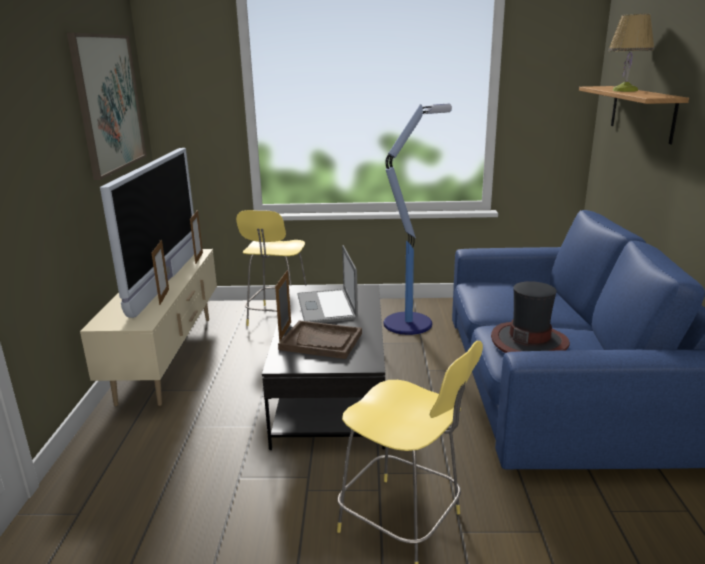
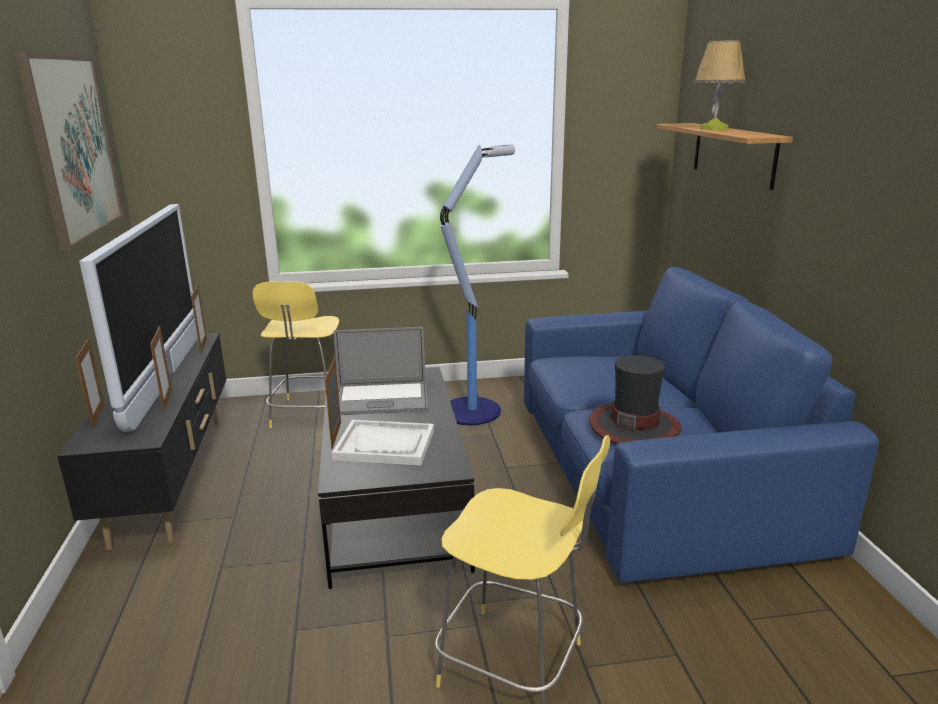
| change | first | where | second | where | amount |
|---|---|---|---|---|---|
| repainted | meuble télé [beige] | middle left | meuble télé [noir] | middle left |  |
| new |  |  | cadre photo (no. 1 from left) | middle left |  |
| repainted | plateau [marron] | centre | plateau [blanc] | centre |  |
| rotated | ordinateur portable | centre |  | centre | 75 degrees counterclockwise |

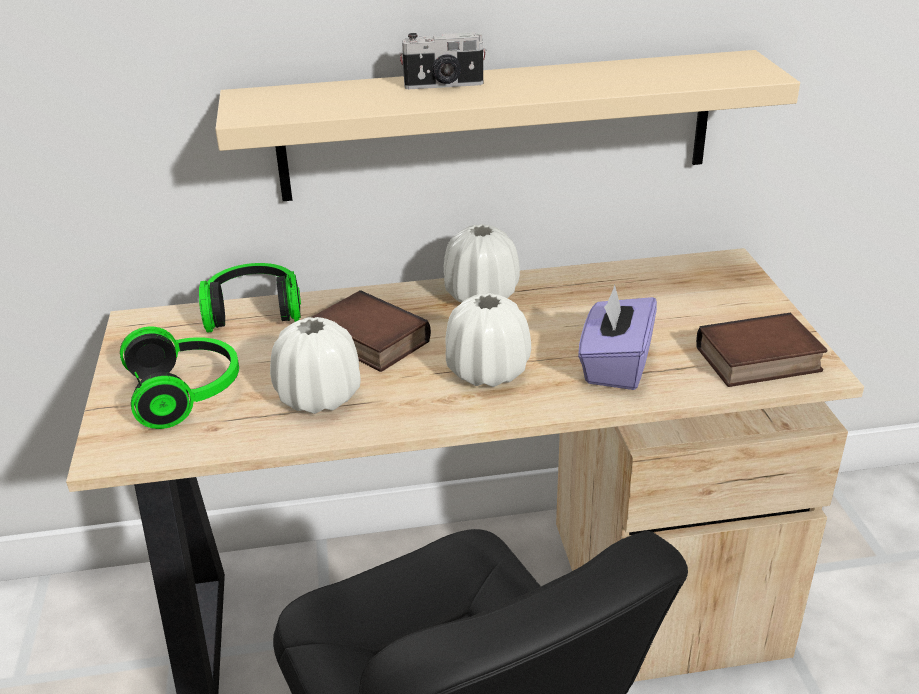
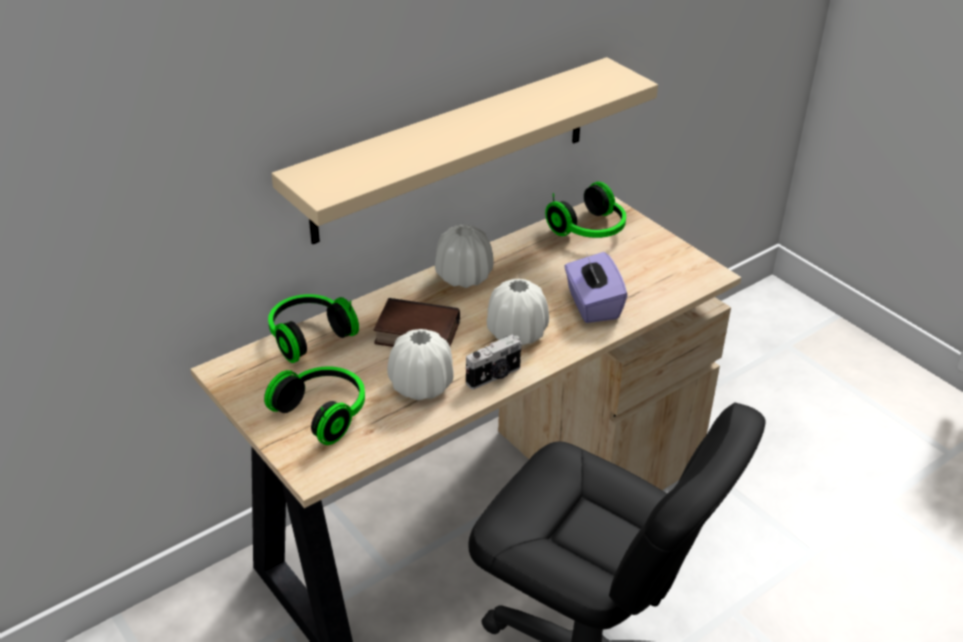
| change | first | where | second | where | amount |
|---|---|---|---|---|---|
| shifted | appareil photo | top centre |  | centre |  |
| new |  |  | casque audio (no. 3 from left) | top centre |  |
| gone | livre (no. 2 from left) | middle right |  |  |  |

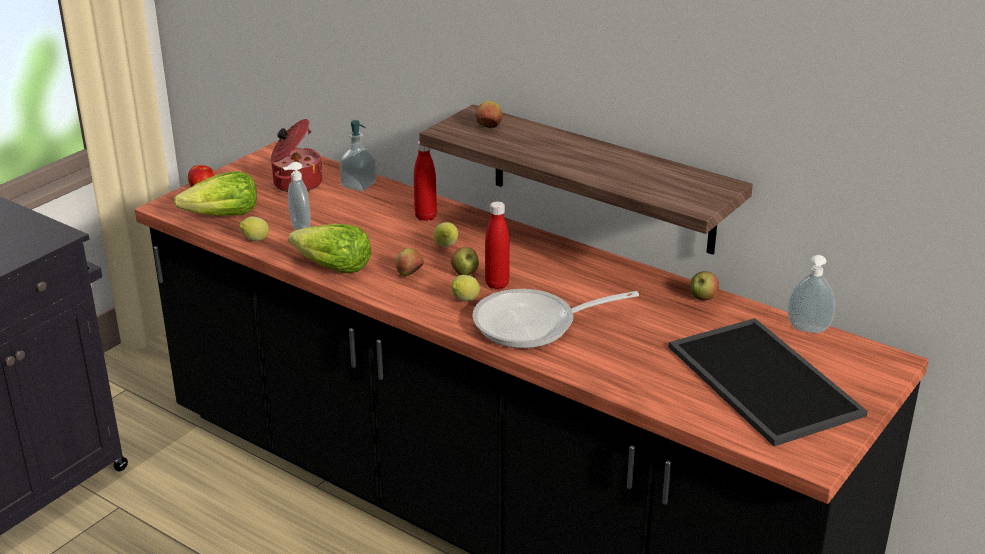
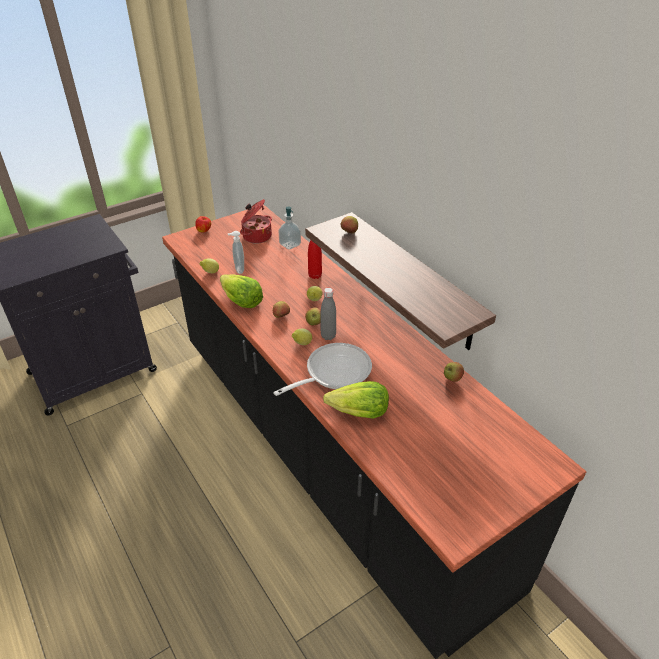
| change | first | where | second | where | amount |
|---|---|---|---|---|---|
| rotated | poêle | centre |  | centre | 135 degrees clockwise |
| repainted | bouteille [rouge] (no. 2 from left) | centre | bouteille [gris] | centre |  |
| shifted | laitue (no. 1 from left in the first image) | middle left | laitue (no. 2 from left) | centre |  |
| gone | plateau | bottom right |  |  |  |
| gone | distributeur de savon (no. 3 from left) | middle right |  |  |  |

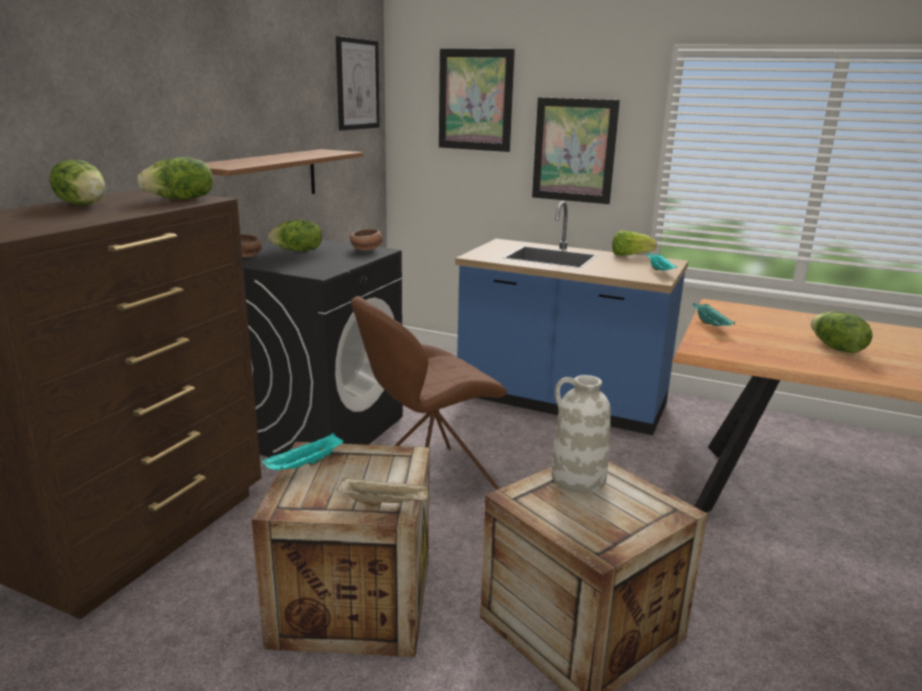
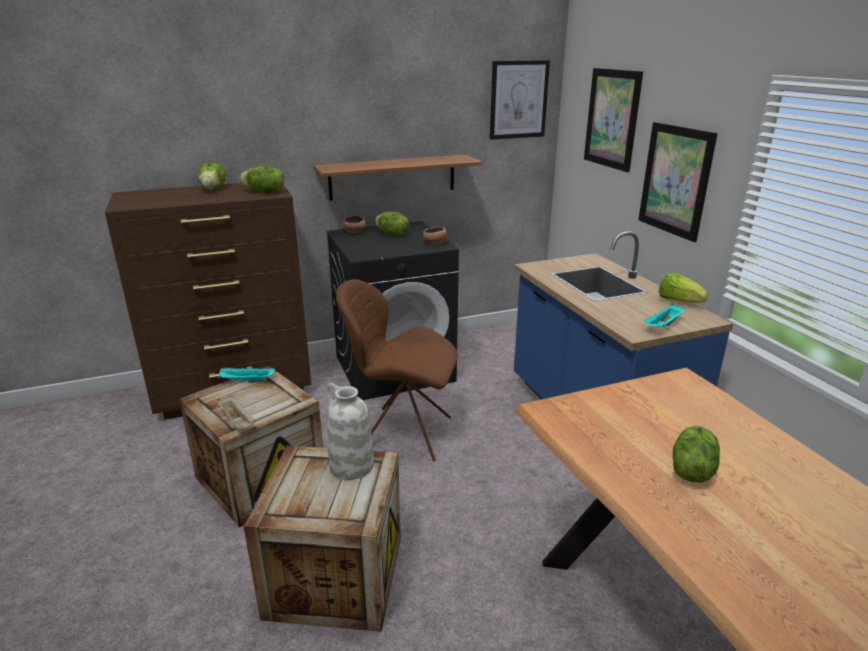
| change | first | where | second | where | amount |
|---|---|---|---|---|---|
| gone | plateau [turquoise] (no. 3 from left) | middle right |  |  |  |

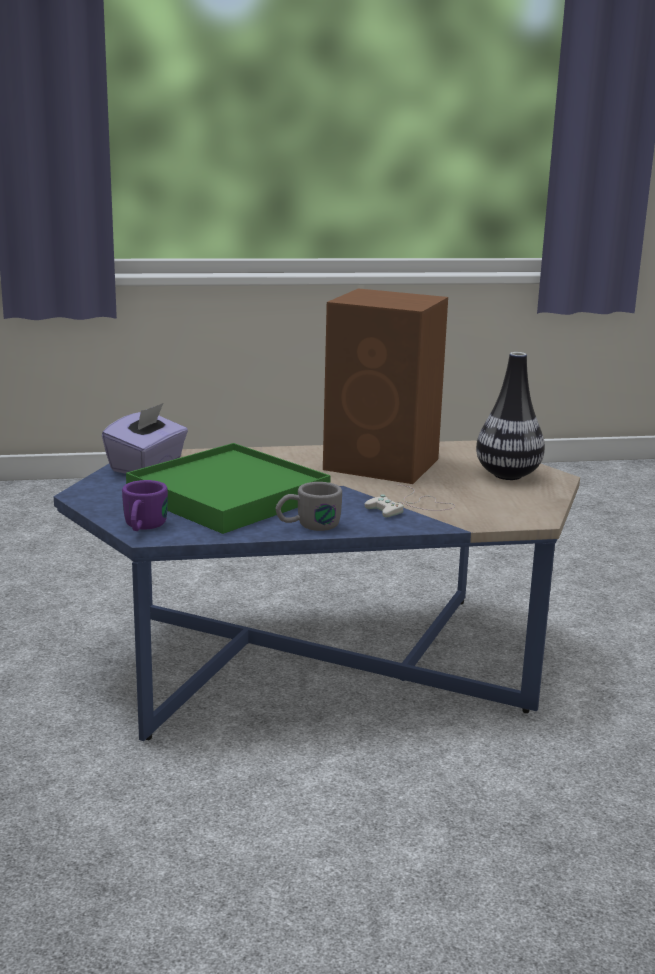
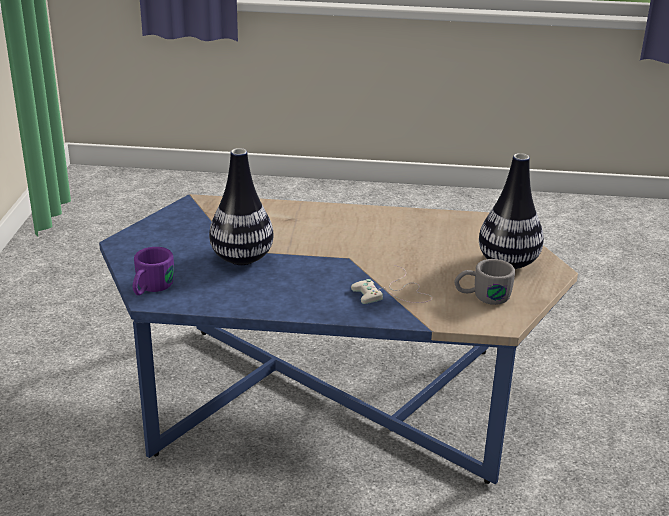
| change | first | where | second | where | amount |
|---|---|---|---|---|---|
| swapped | plateau [vert] | centre | vase (no. 1 from left) | centre |  |
| shifted | mug [gris] | centre |  | middle right |  |
| gone | boîte à mouchoirs [violet] | middle left |  |  |  |
| gone | enceinte [marron] | centre |  |  |  |

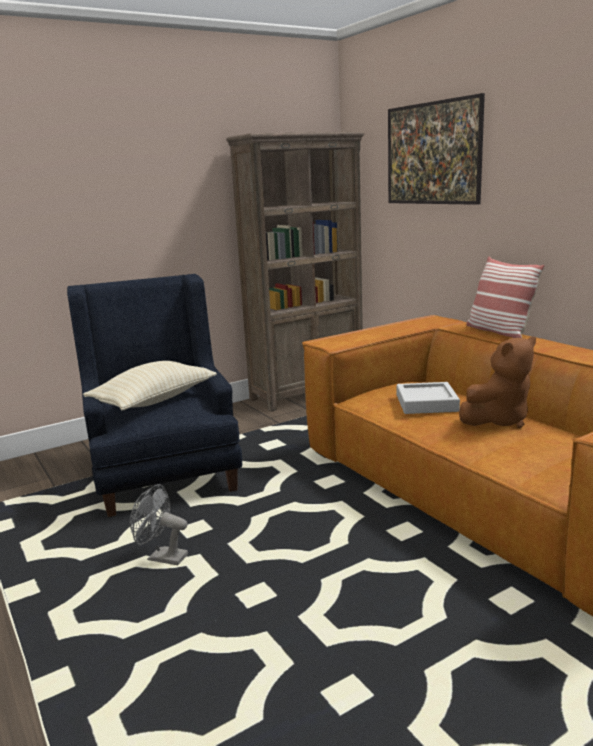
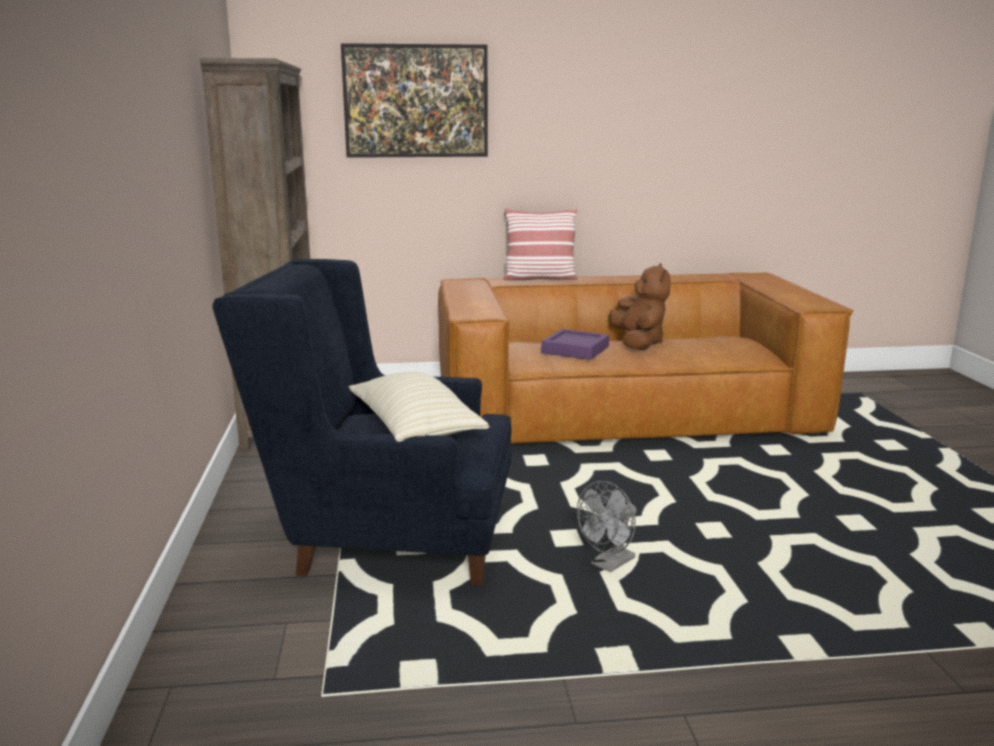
| change | first | where | second | where | amount |
|---|---|---|---|---|---|
| repainted | plateau [gris] | middle right | plateau [violet] | centre |  |

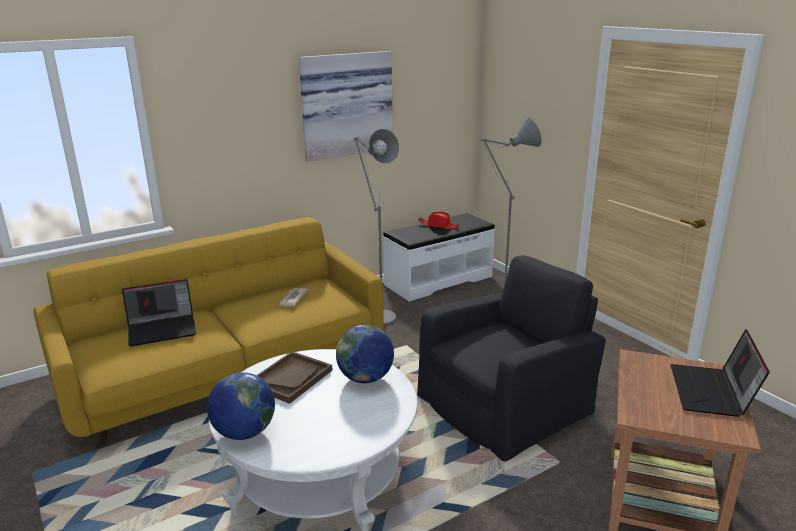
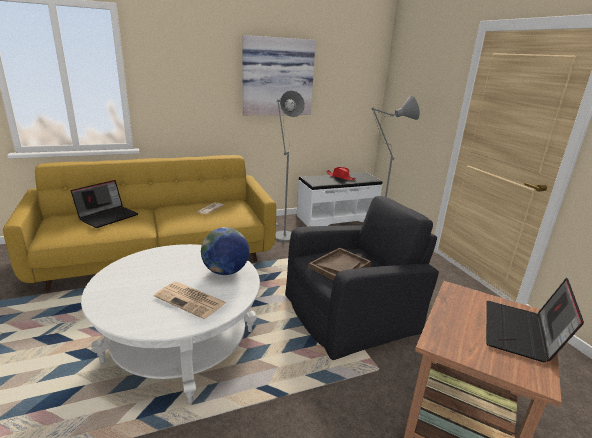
| change | first | where | second | where | amount |
|---|---|---|---|---|---|
| rotated | ordinateur portable (no. 1 from left) | middle left |  | middle left | 45 degrees counterclockwise |
| new |  |  | journal (no. 1 from left) | bottom left |  |
| shifted | plateau [marron] | bottom centre |  | centre |  |
| gone | globe (no. 1 from left) | bottom left |  |  |  |

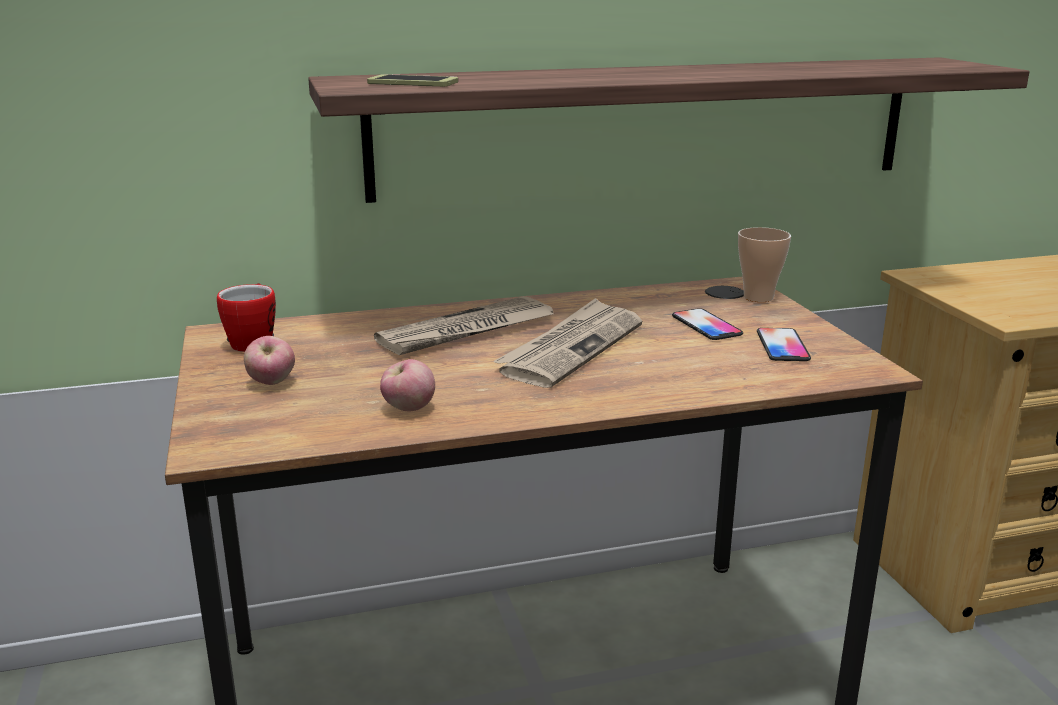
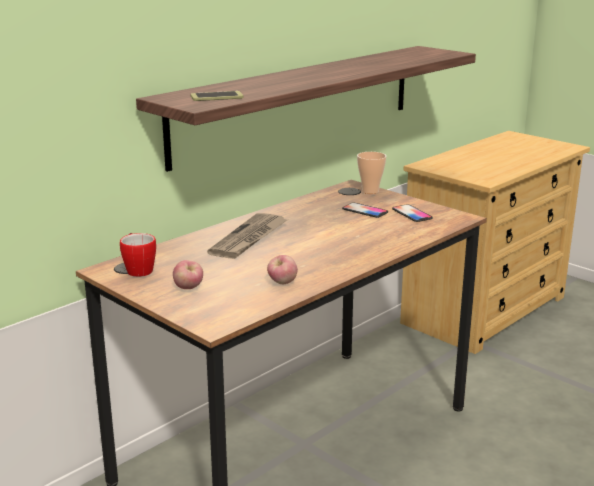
| change | first | where | second | where | amount |
|---|---|---|---|---|---|
| gone | journal (no. 2 from left) | centre |  |  |  |

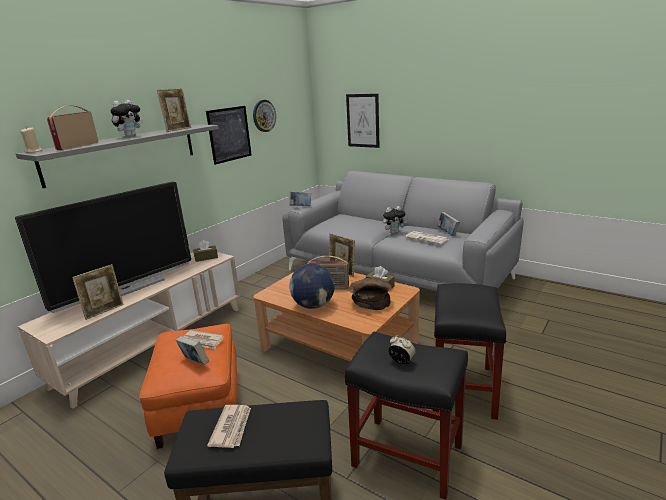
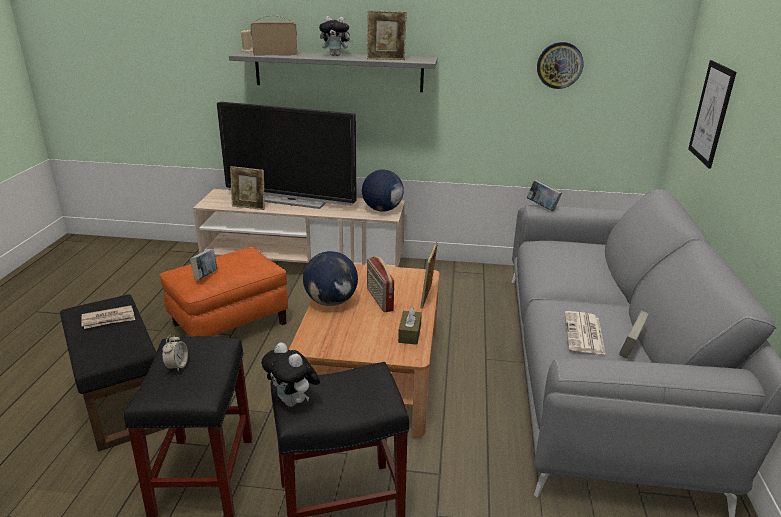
| change | first | where | second | where | amount |
|---|---|---|---|---|---|
| shifted | peluche (no. 2 from left in the first image) | centre | peluche (no. 1 from left) | bottom centre |  |
| swapped | boîte à mouchoirs [marron] (no. 1 from left) | middle left | globe (no. 2 from left) | centre |  |
| gone | journal (no. 1 from left) | bottom left |  |  |  |
| gone | tableau (no. 1 from left) | top centre |  |  |  |
| gone | bol [marron] | centre |  |  |  |

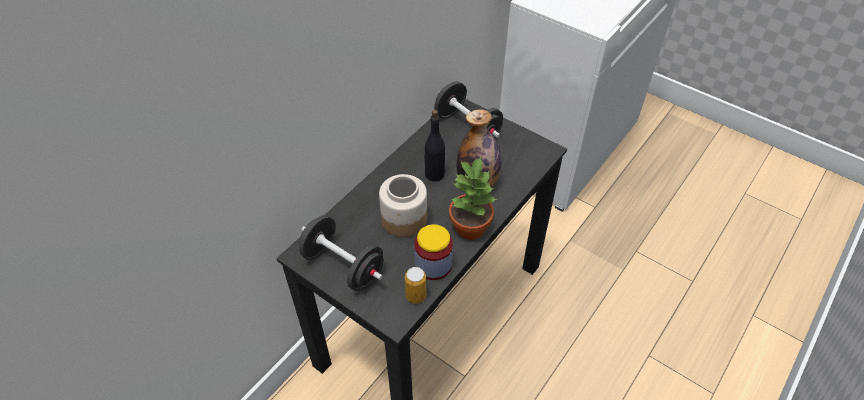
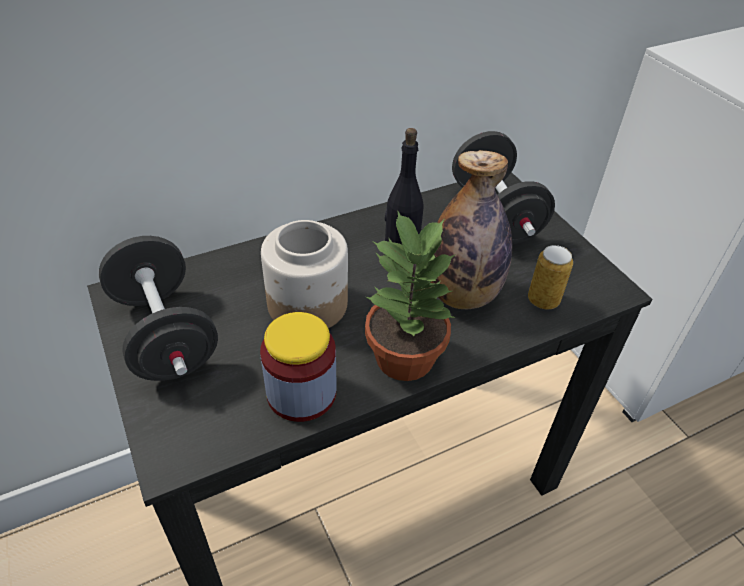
| change | first | where | second | where | amount |
|---|---|---|---|---|---|
| shifted | boîte métallique | bottom centre |  | middle right |  |

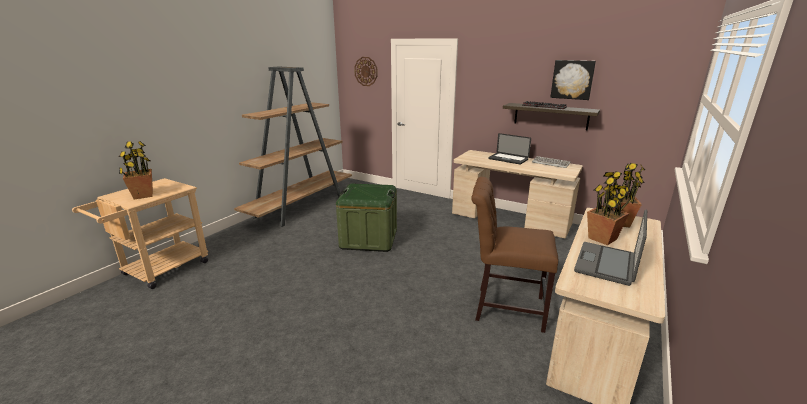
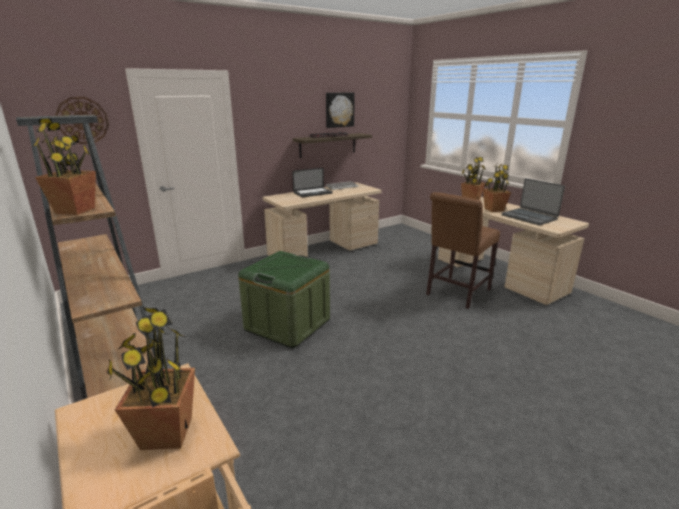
| change | first | where | second | where | amount |
|---|---|---|---|---|---|
| new |  |  | plante en pot (no. 1 from left) | top left |  |

